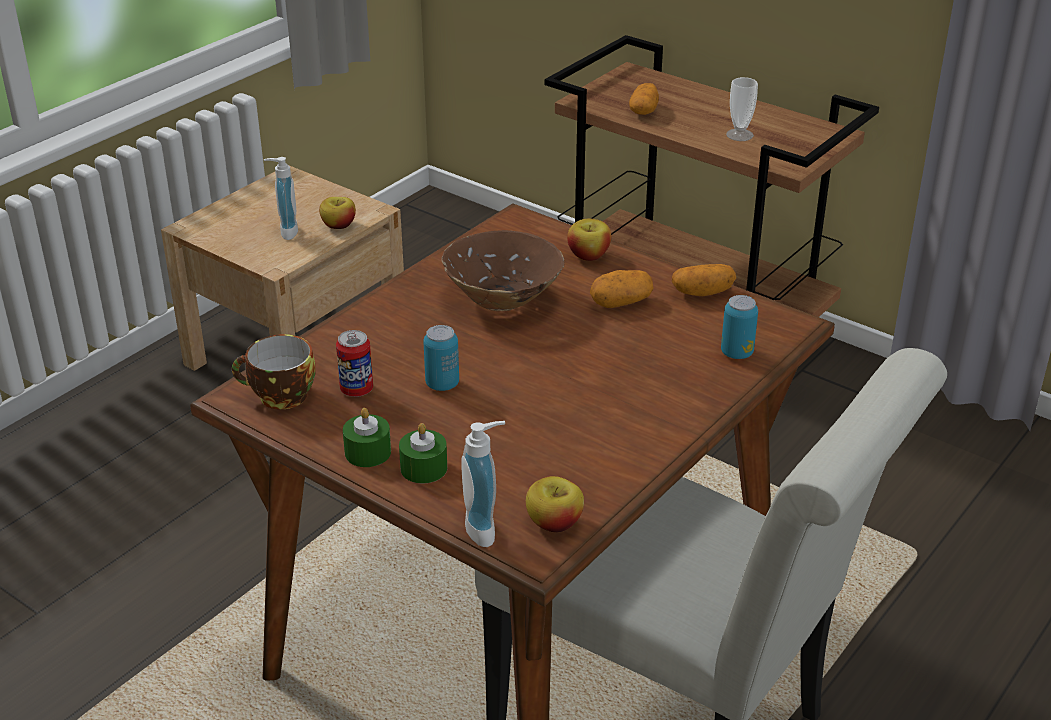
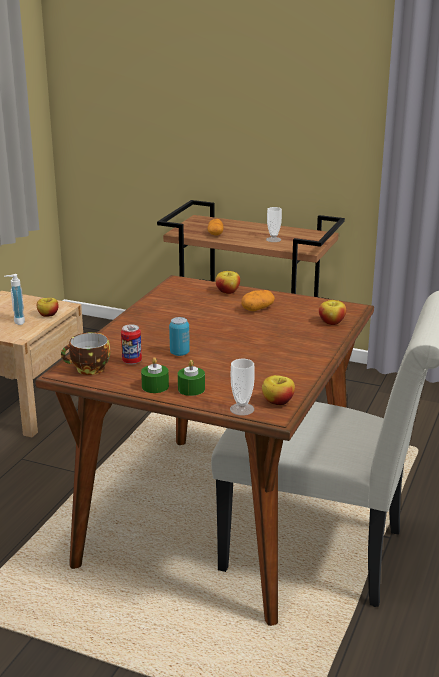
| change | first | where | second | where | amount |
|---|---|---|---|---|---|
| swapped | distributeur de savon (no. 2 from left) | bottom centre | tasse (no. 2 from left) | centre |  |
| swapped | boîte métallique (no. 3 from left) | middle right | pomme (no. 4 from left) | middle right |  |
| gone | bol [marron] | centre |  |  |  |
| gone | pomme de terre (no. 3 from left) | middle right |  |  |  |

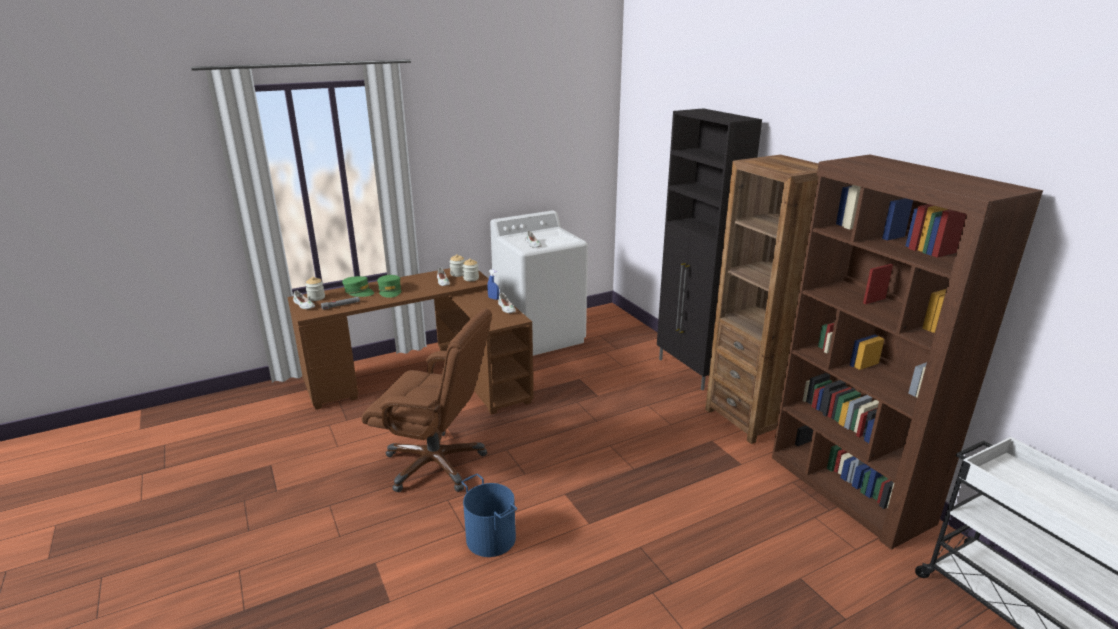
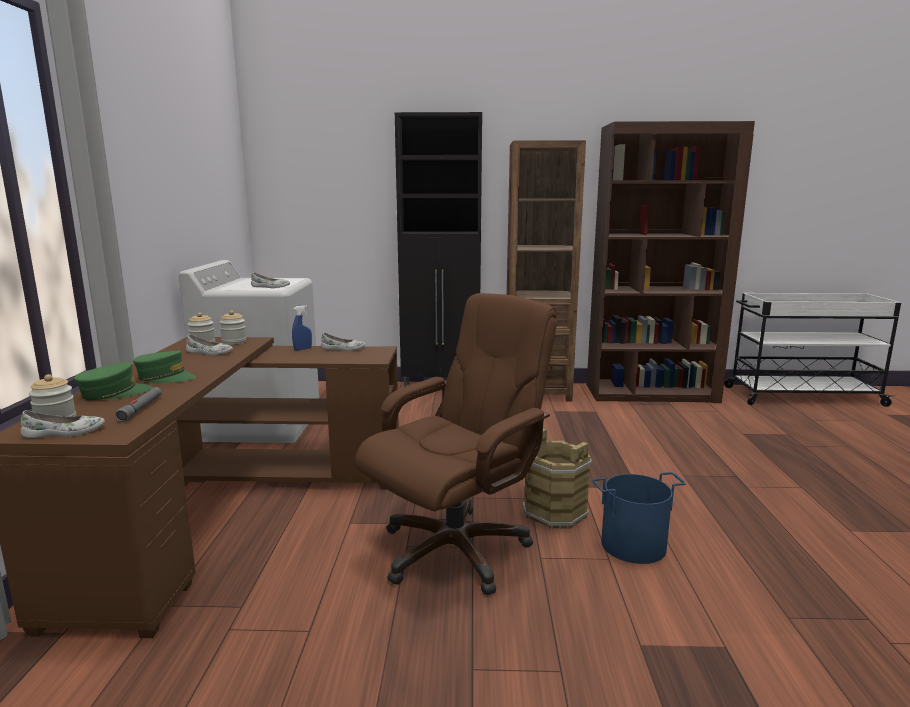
| change | first | where | second | where | amount |
|---|---|---|---|---|---|
| new |  |  | seau [marron] | bottom centre |  |

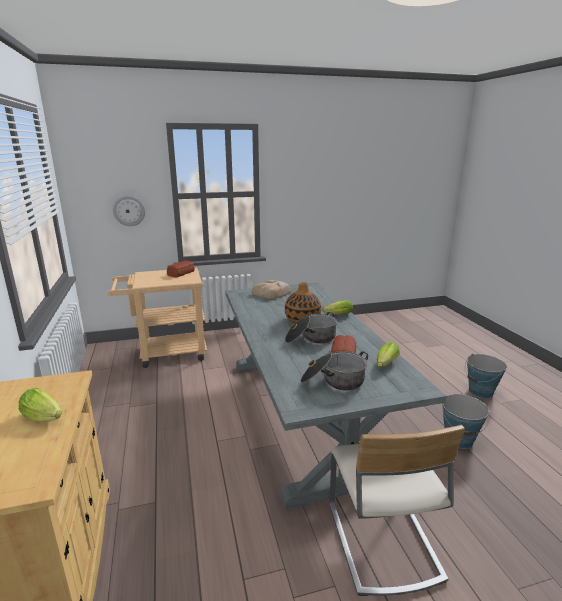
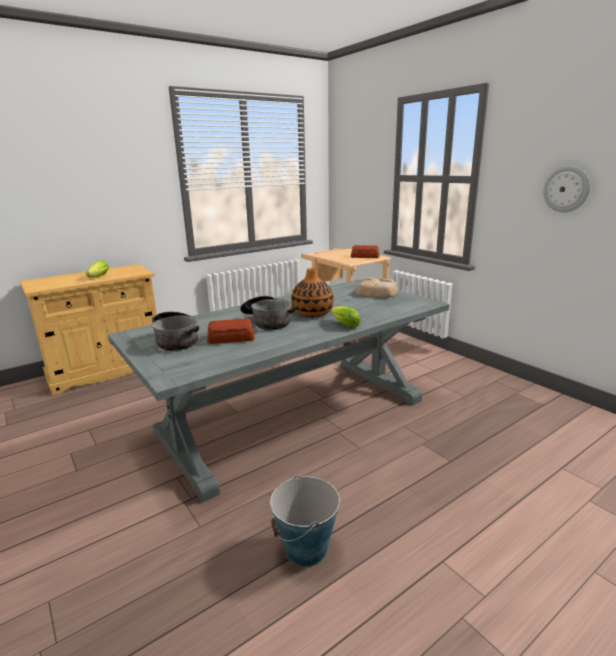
| change | first | where | second | where | amount |
|---|---|---|---|---|---|
| shifted | horloge murale | middle left |  | top right |  |
| gone | chaise [beige] | bottom right |  |  |  |
| gone | laitue (no. 3 from left) | middle right |  |  |  |
| gone | seau (no. 2 from left) | middle right |  |  |  |

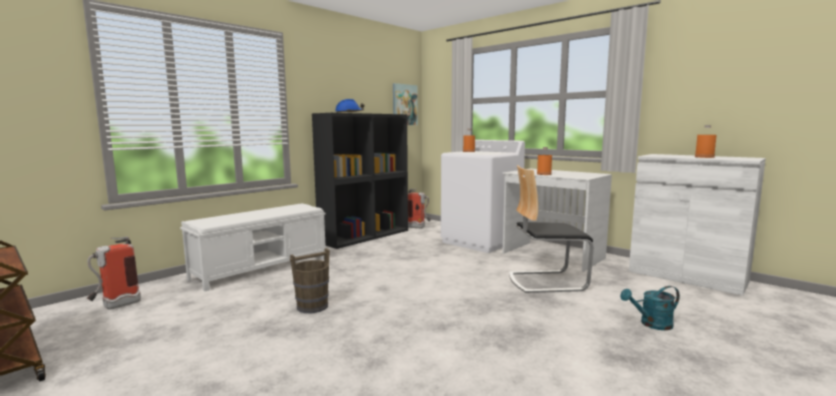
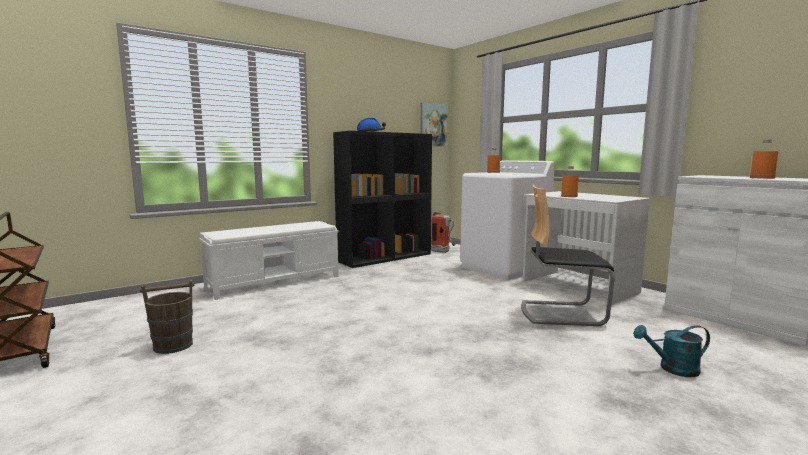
| change | first | where | second | where | amount |
|---|---|---|---|---|---|
| shifted | seau [marron] | bottom centre |  | bottom left |  |
| gone | extincteur (no. 1 from left) | bottom left |  |  |  |

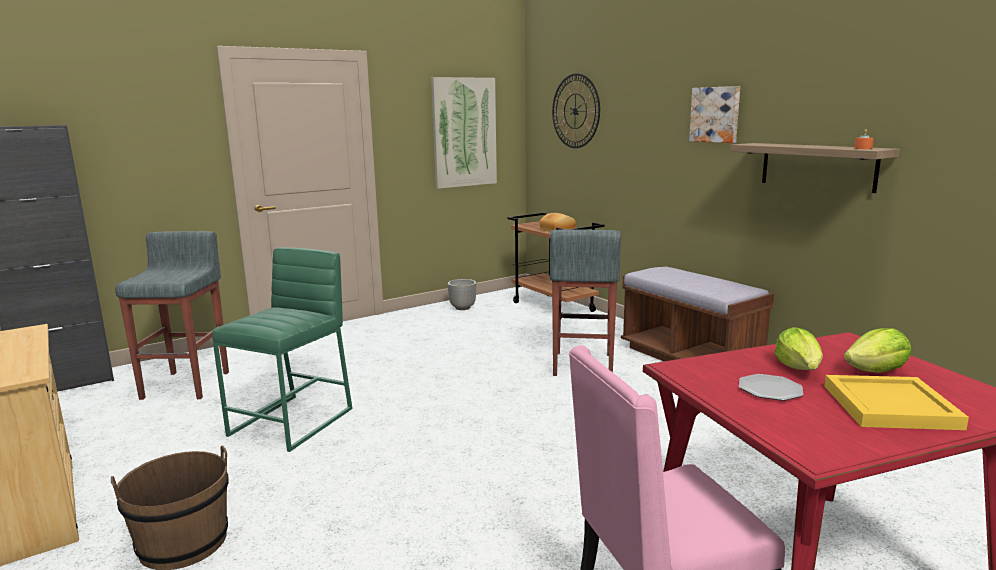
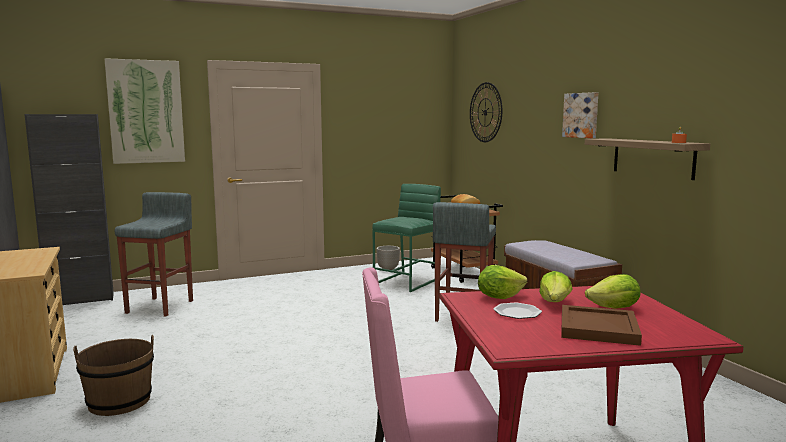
| change | first | where | second | where | amount |
|---|---|---|---|---|---|
| shifted | tableau (no. 1 from left) | top centre |  | top left |  |
| shifted | tabouret [vert] | middle left |  | centre |  |
| new |  |  | laitue (no. 1 from left) | centre |  |
| repainted | plateau [jaune] | bottom right | plateau [marron] | bottom right |  |

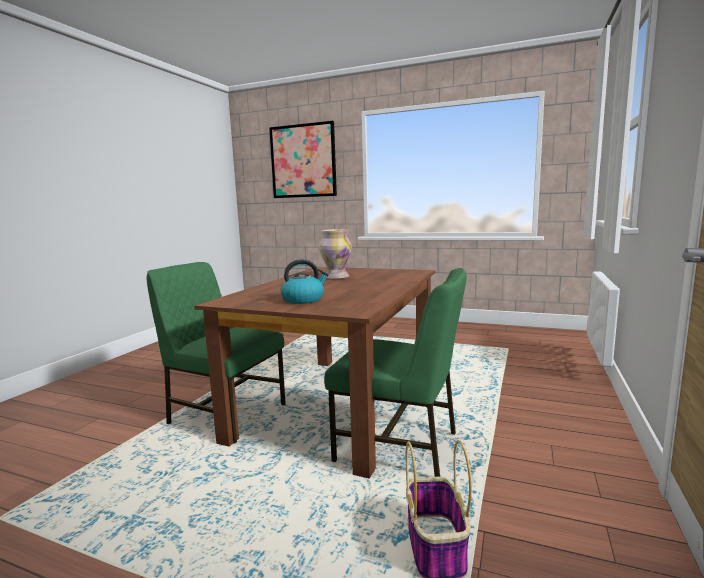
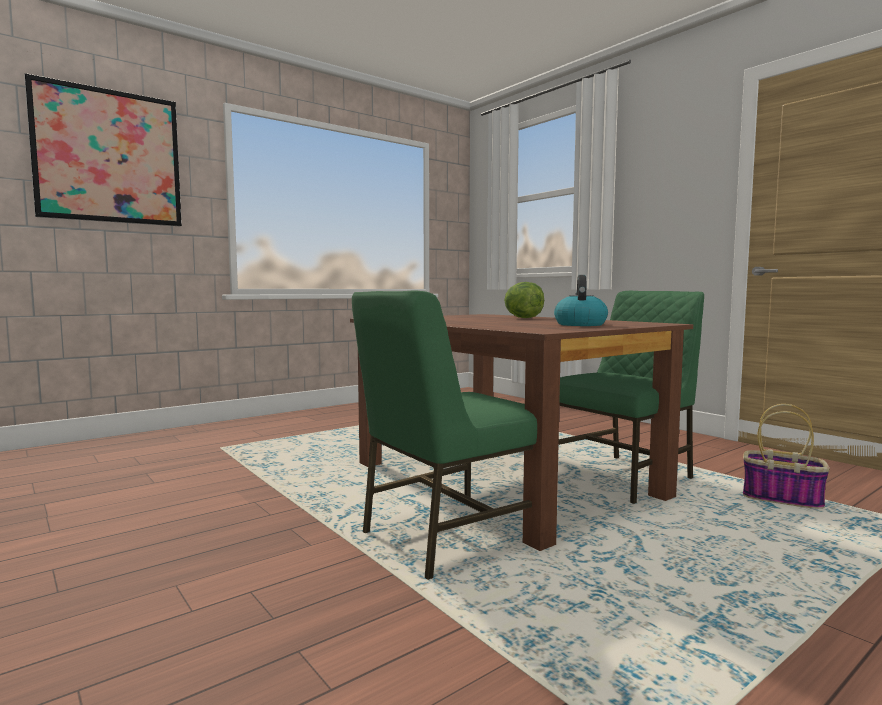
| change | first | where | second | where | amount |
|---|---|---|---|---|---|
| new |  |  | laitue | centre |  |
| gone | vase | centre |  |  |  |

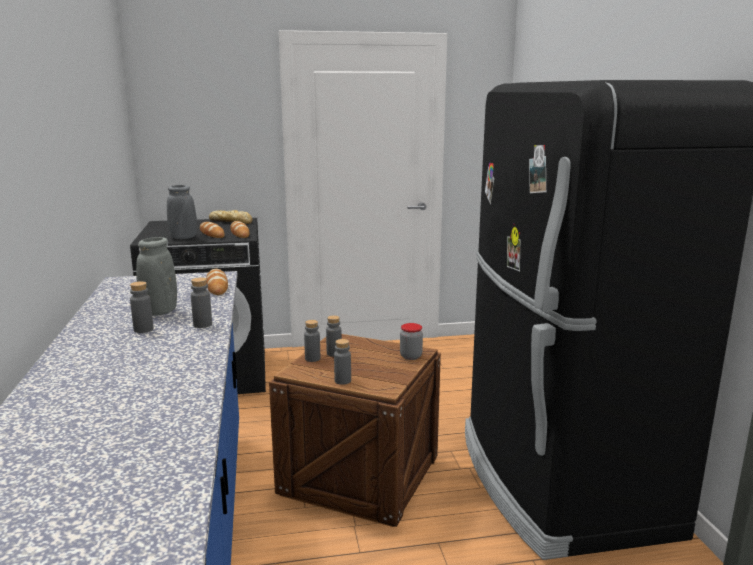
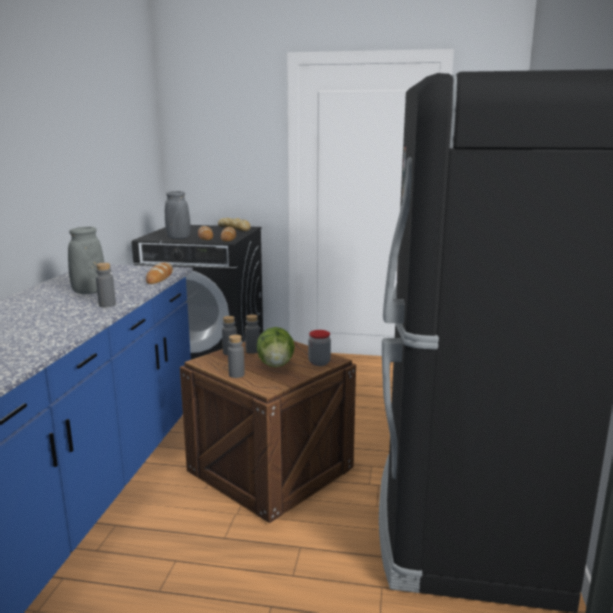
| change | first | where | second | where | amount |
|---|---|---|---|---|---|
| new |  |  | laitue | centre |  |
| gone | bouteille [gris] (no. 1 from left) | middle left |  |  |  |

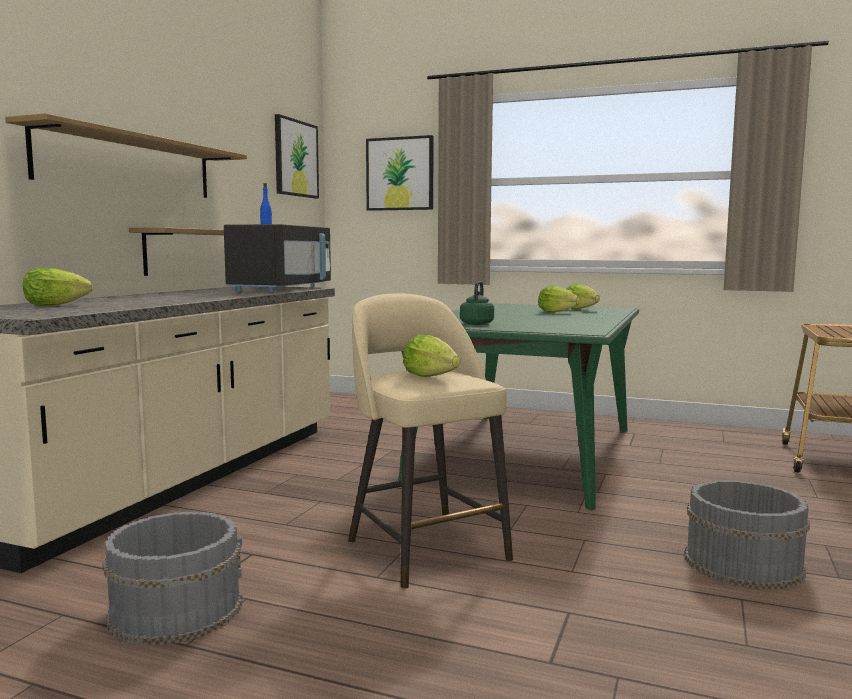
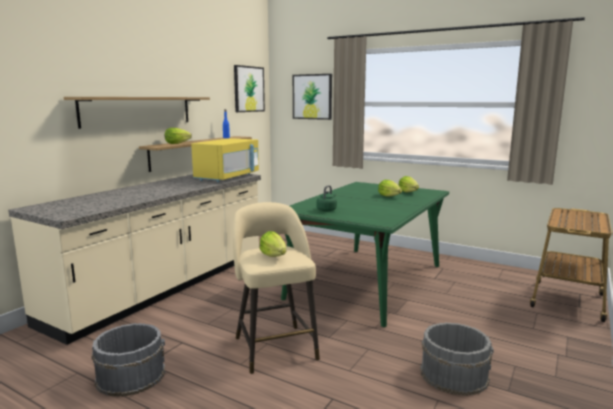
| change | first | where | second | where | amount |
|---|---|---|---|---|---|
| shifted | laitue (no. 1 from left) | middle left |  | top left |  |
| repainted | micro-ondes [noir] | middle left | micro-ondes [jaune] | centre |  |

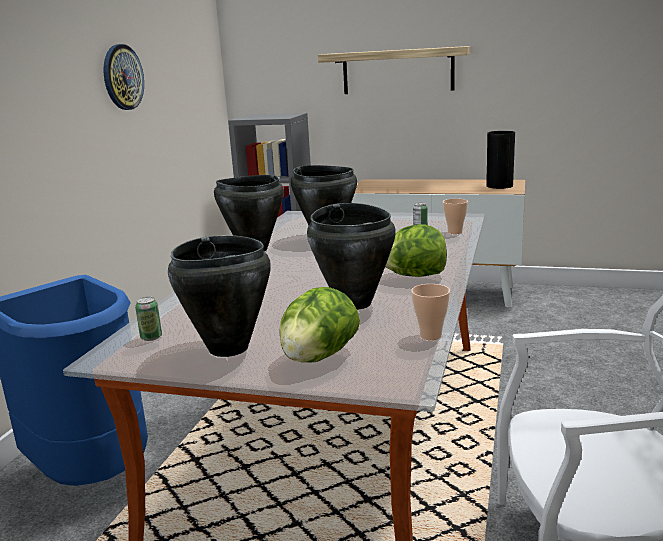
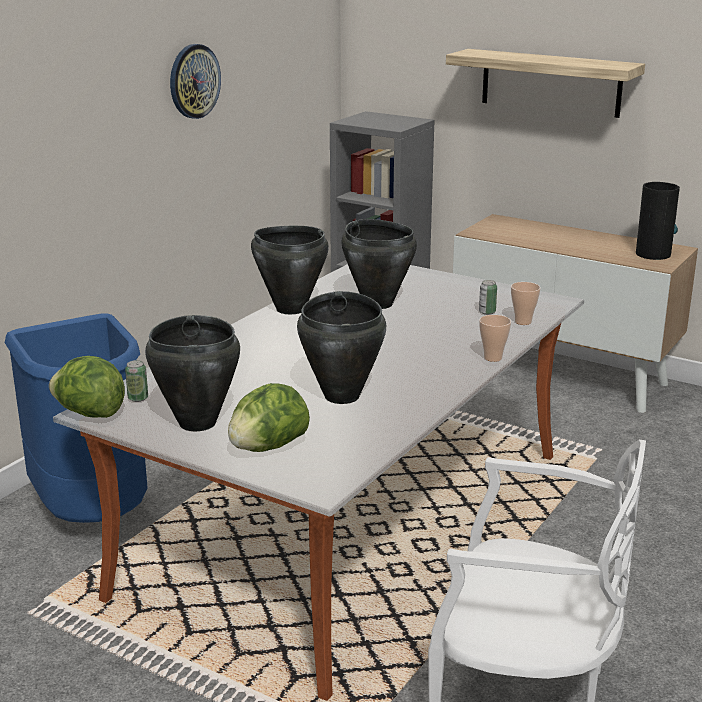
| change | first | where | second | where | amount |
|---|---|---|---|---|---|
| shifted | laitue (no. 2 from left in the first image) | centre | laitue (no. 1 from left) | middle left |  |
| shifted | tasse (no. 1 from left) | centre |  | middle right |  |

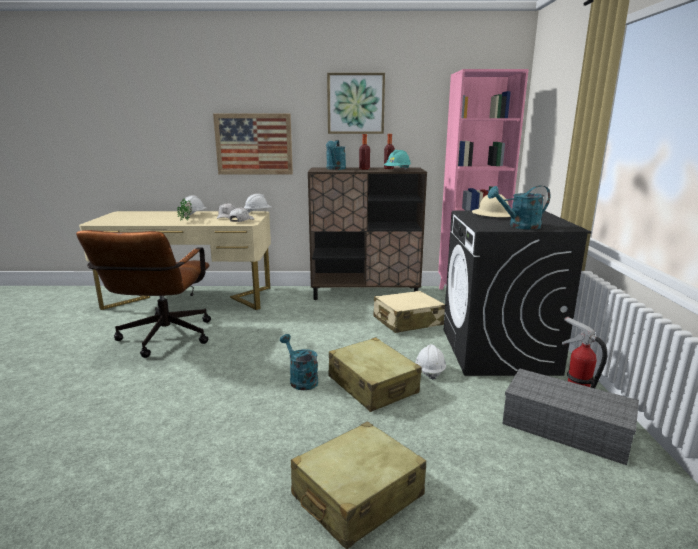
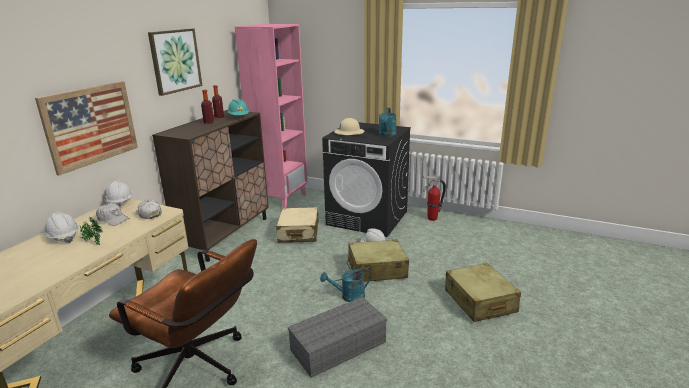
| change | first | where | second | where | amount |
|---|---|---|---|---|---|
| shifted | boîte de rangement [gris] | bottom right |  | bottom centre |  |
| gone | arrosoir [turquoise] (no. 2 from left) | top centre |  |  |  |

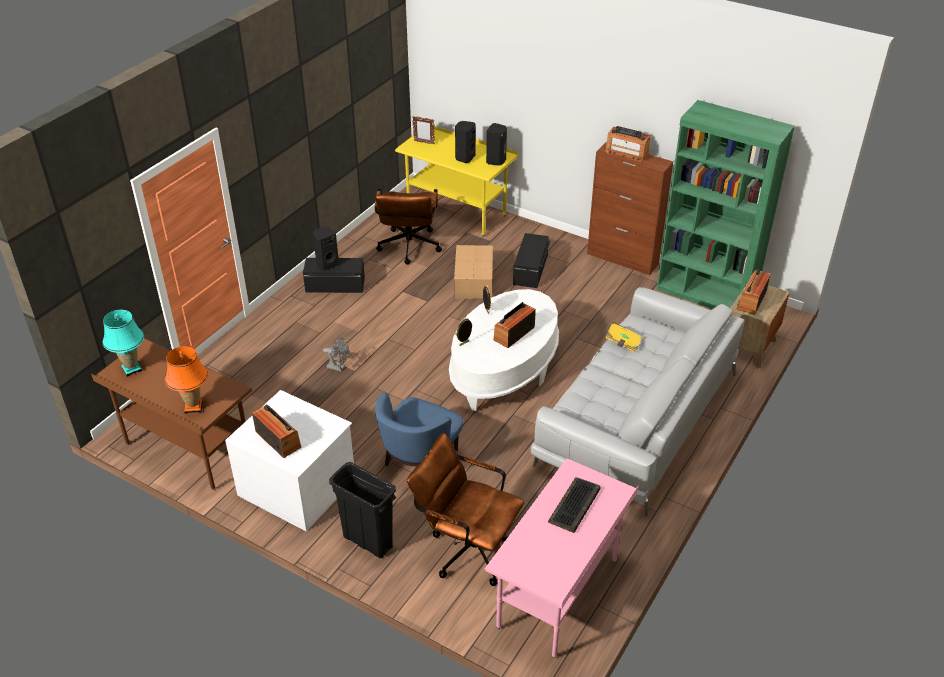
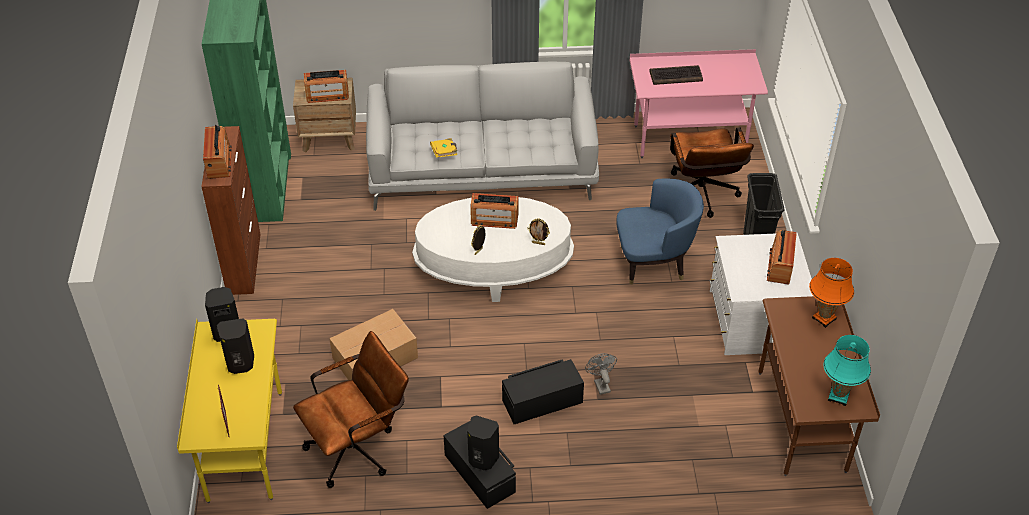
| change | first | where | second | where | amount |
|---|---|---|---|---|---|
| shifted | boîte de rangement [noir] (no. 2 from left) | centre |  | bottom centre |  |

